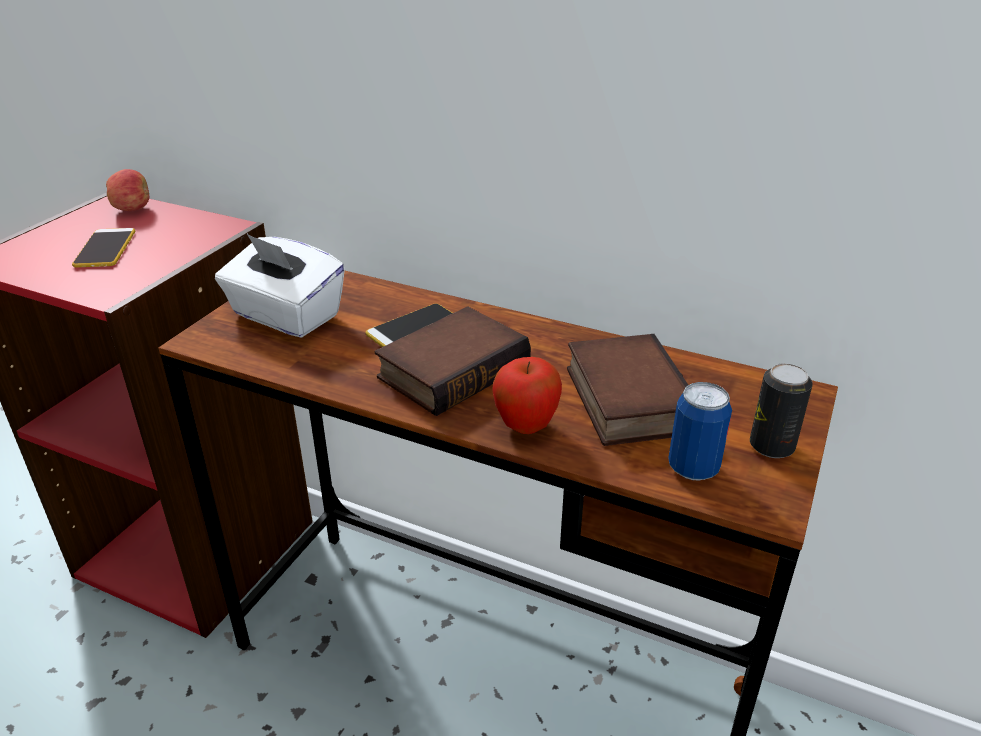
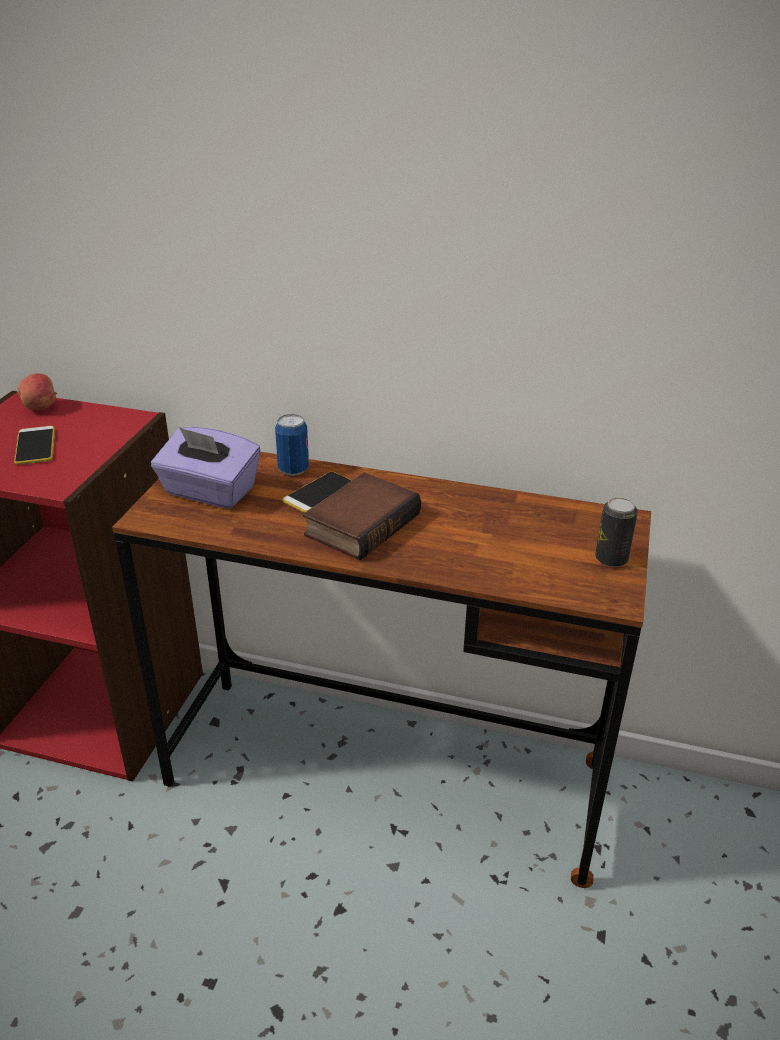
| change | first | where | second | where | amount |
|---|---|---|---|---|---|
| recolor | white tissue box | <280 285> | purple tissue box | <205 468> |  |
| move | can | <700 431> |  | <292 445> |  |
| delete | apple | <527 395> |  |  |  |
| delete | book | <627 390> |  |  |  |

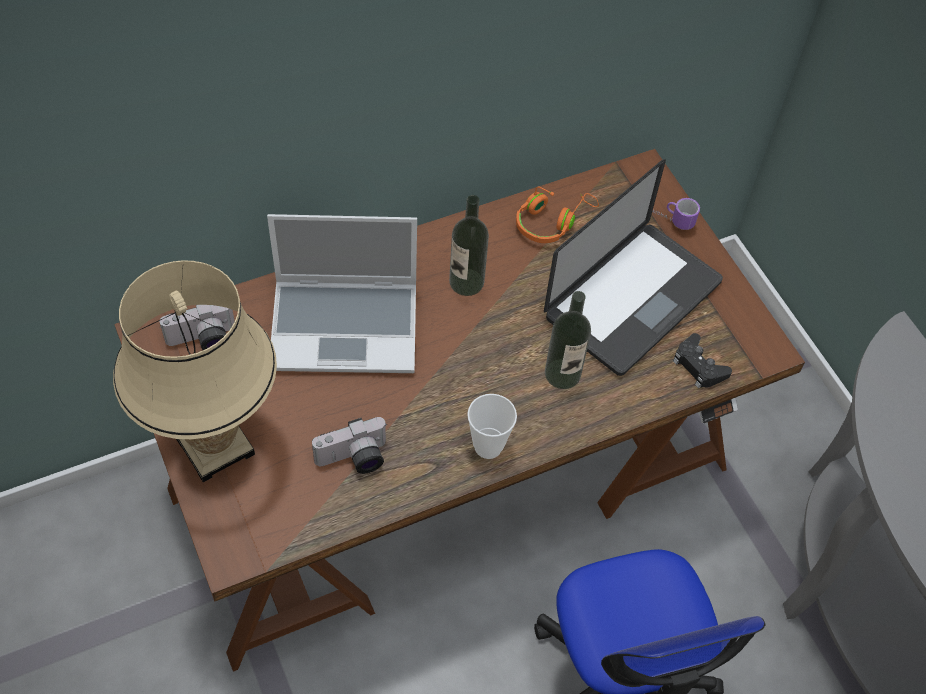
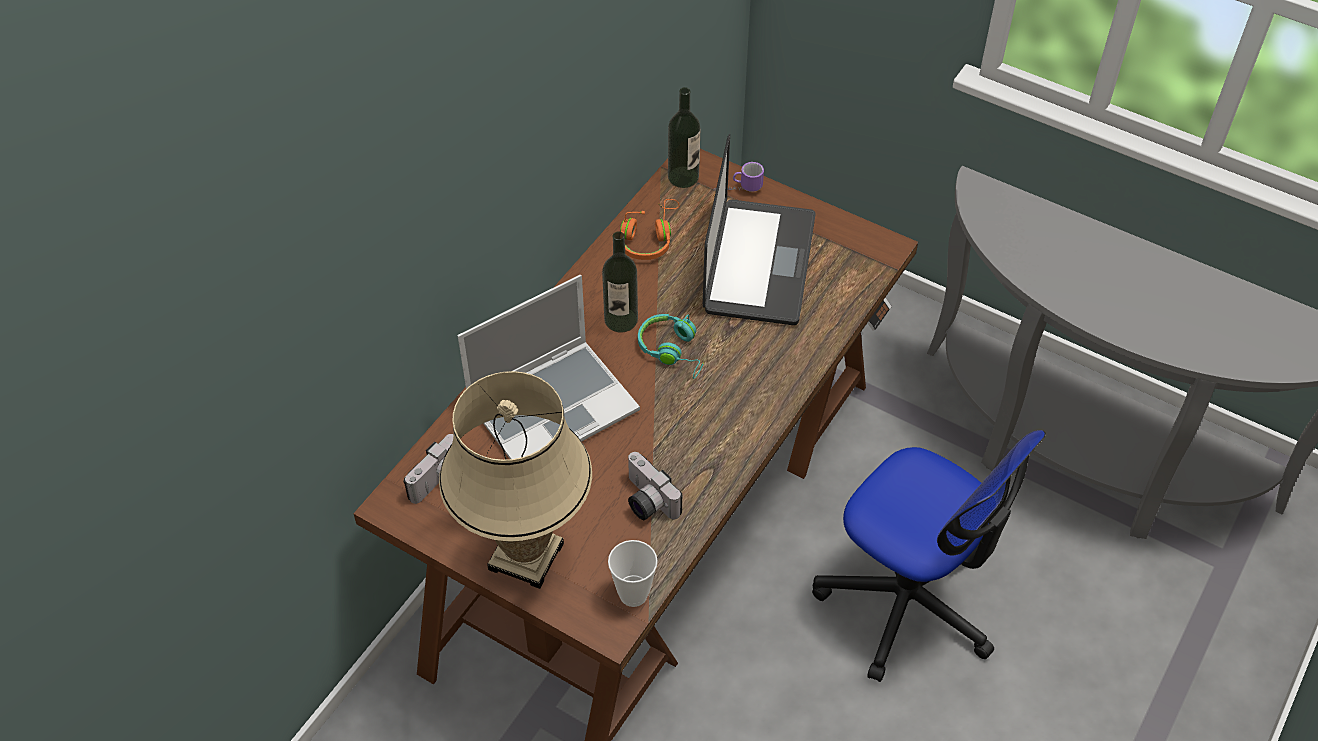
| change | first | where | second | where | amount |
|---|---|---|---|---|---|
| move | cup | <492 426> |  | <633 573> |  |
| rotate | photo camera | <350 445> |  | <654 486> | 105 degrees clockwise |
| insert |  |  | turquoise headphones | <671 346> |  |
| move | bottle | <568 340> |  | <684 137> |  |
| delete | black game controller | <702 361> |  |  |  |

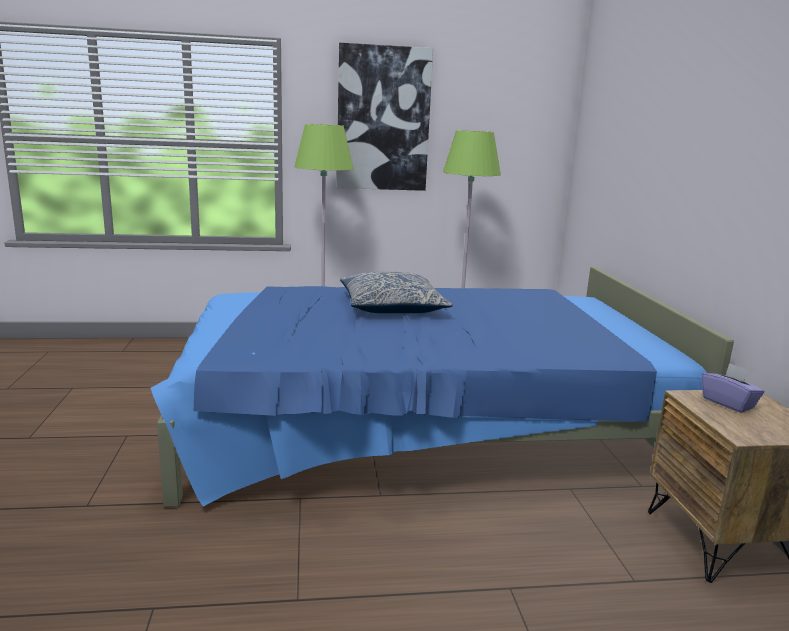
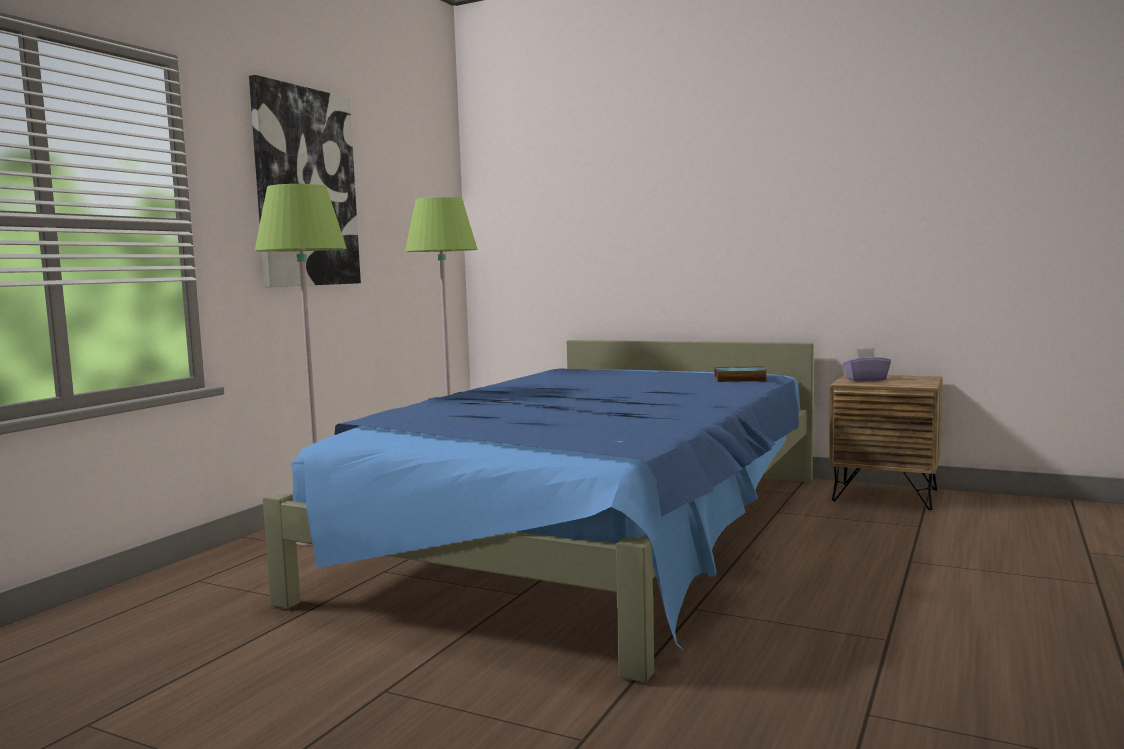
| change | first | where | second | where | amount |
|---|---|---|---|---|---|
| insert |  |  | book | <741 374> |  |
| delete | pillow | <396 292> |  |  |  |

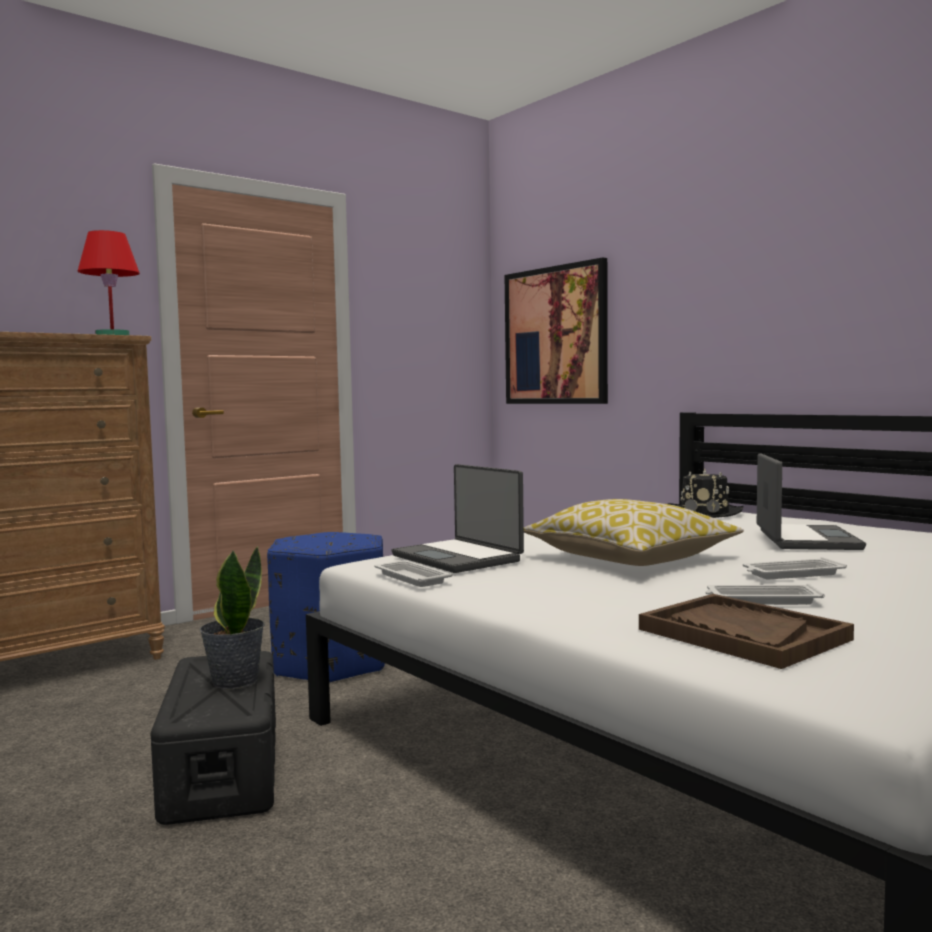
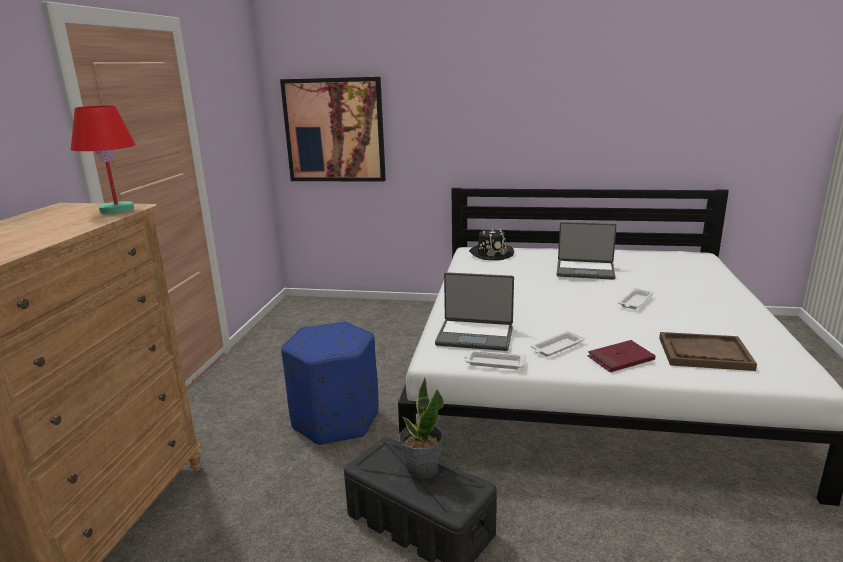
| change | first | where | second | where | amount |
|---|---|---|---|---|---|
| move | white tray | <765 594> |  | <558 343> |  |
| rotate | laptop | <811 501> |  | <586 251> | 135 degrees clockwise |
| insert |  |  | red book | <621 356> |  |
| delete | pillow | <634 532> |  |  |  |

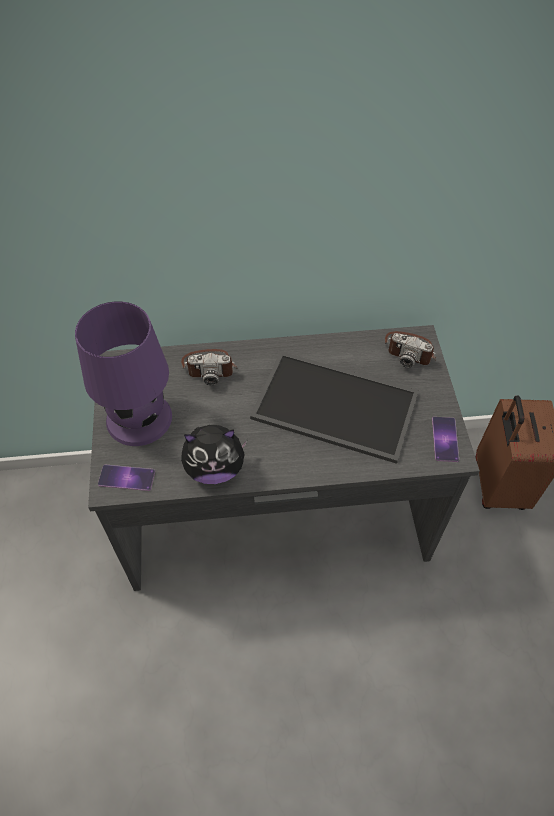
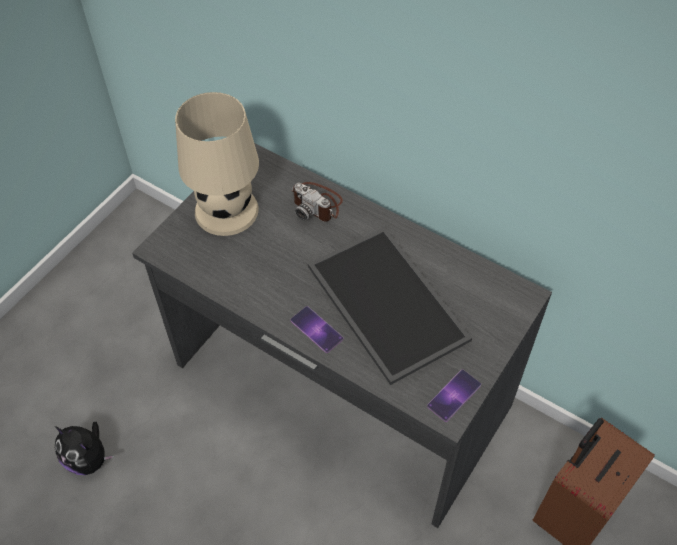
| change | first | where | second | where | amount |
|---|---|---|---|---|---|
| move | plush toy | <214 454> |  | <84 448> |  |
| recolor | purple table lamp | <123 373> | beige table lamp | <217 164> |  |
| move | phone | <126 477> |  | <317 329> |  |
| delete | photo camera | <410 349> |  |  |  |

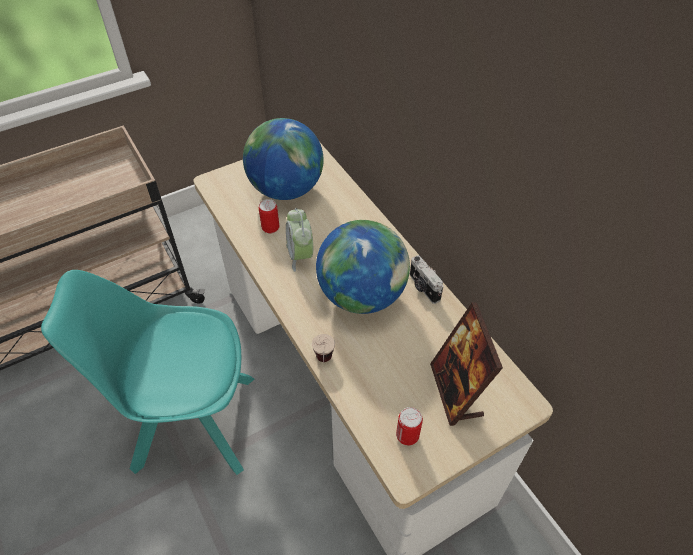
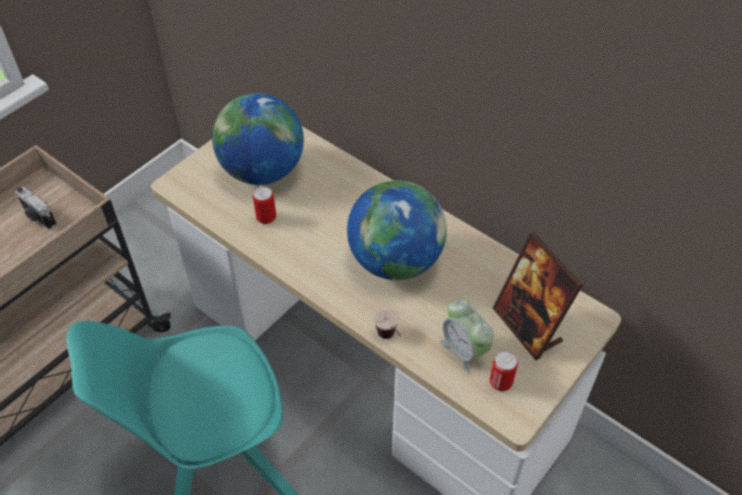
| change | first | where | second | where | amount |
|---|---|---|---|---|---|
| move | photo camera | <426 279> |  | <36 207> |  |
| move | alarm clock | <299 240> |  | <467 337> |  |

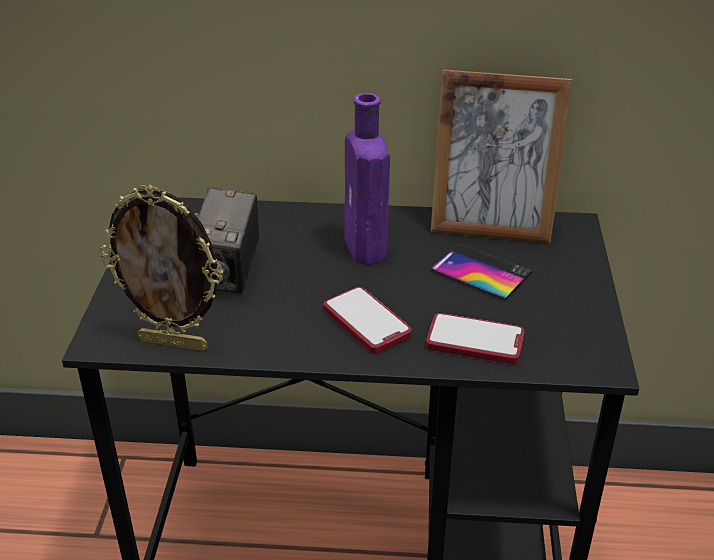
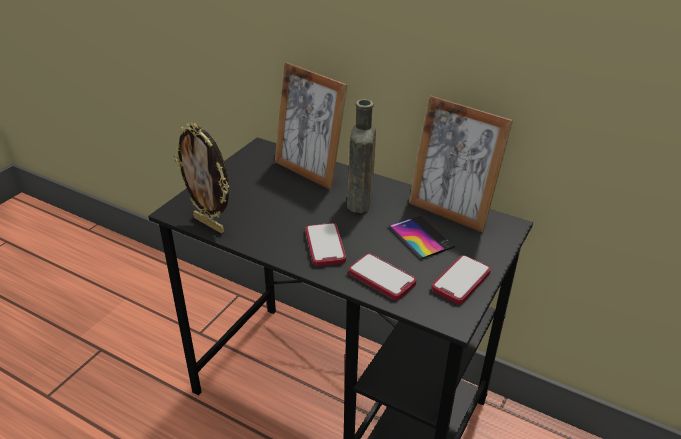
| change | first | where | second | where | amount |
|---|---|---|---|---|---|
| insert |  |  | picture frame | <311 125> |  |
| recolor | purple bottle | <367 179> | brown bottle | <361 156> |  |
| insert |  |  | phone | <461 279> |  |
| delete | photo camera | <226 240> |  |  |  |

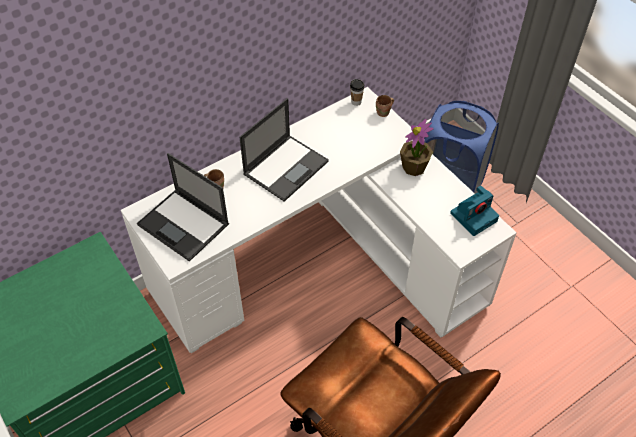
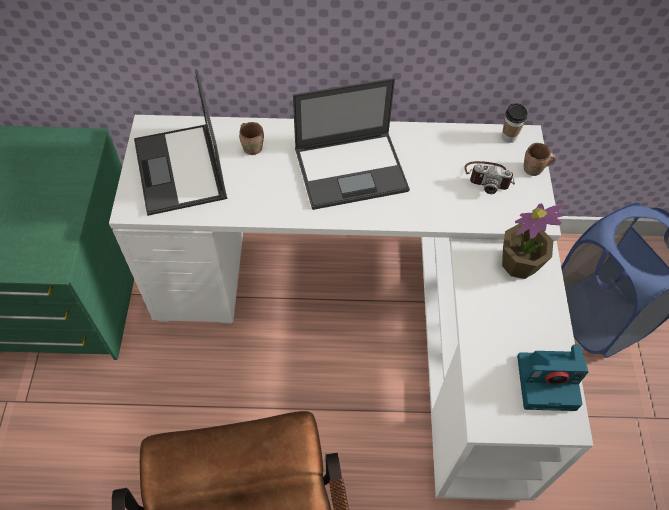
| change | first | where | second | where | amount |
|---|---|---|---|---|---|
| insert |  |  | photo camera | <489 177> |  |

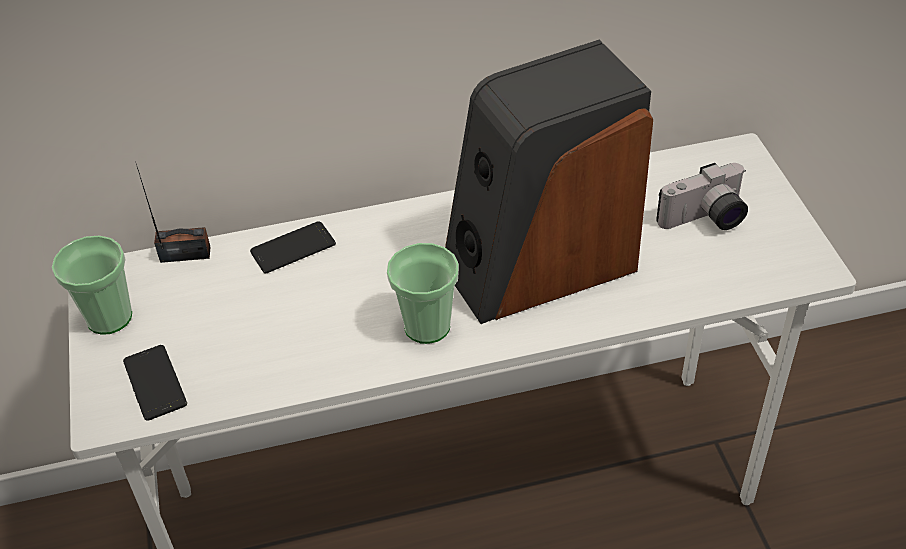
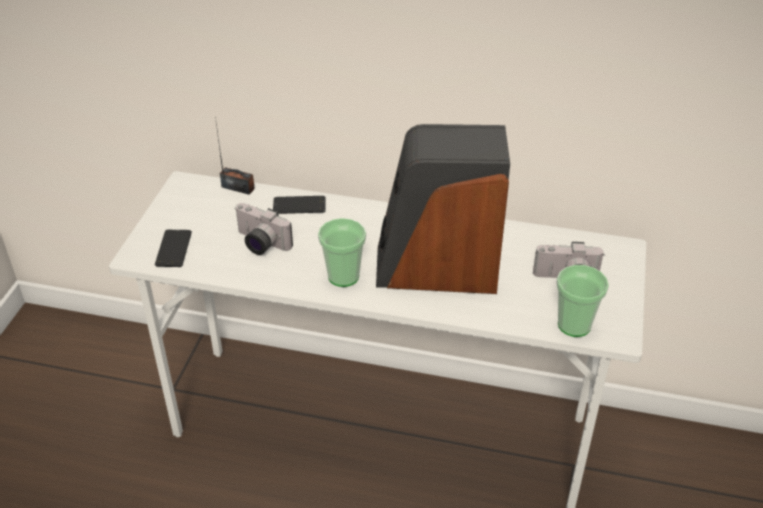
| change | first | where | second | where | amount |
|---|---|---|---|---|---|
| insert |  |  | photo camera | <264 229> |  |
| move | cup | <92 285> |  | <582 301> |  |

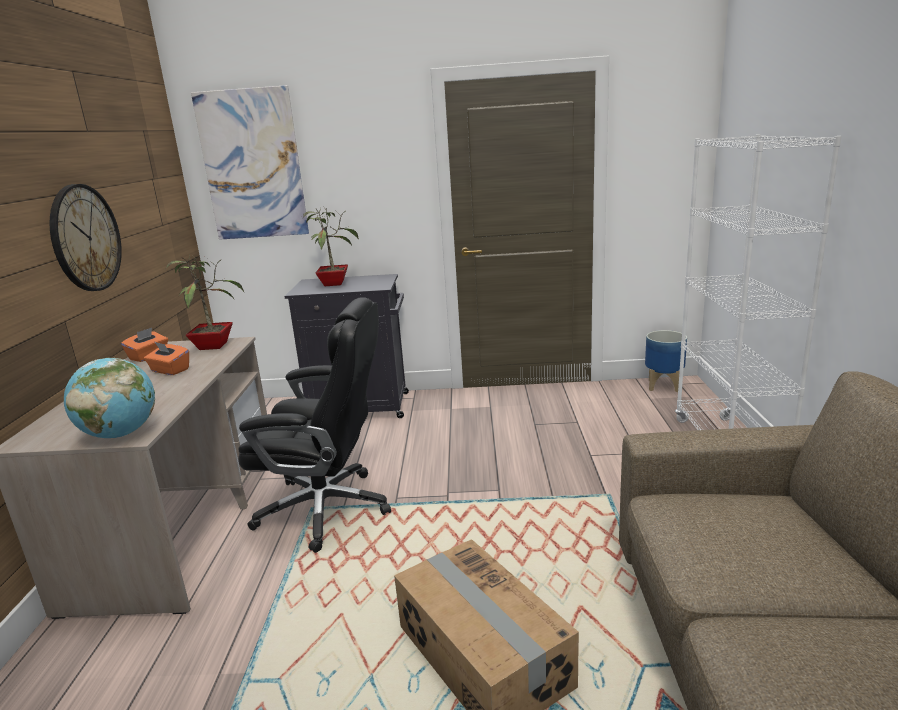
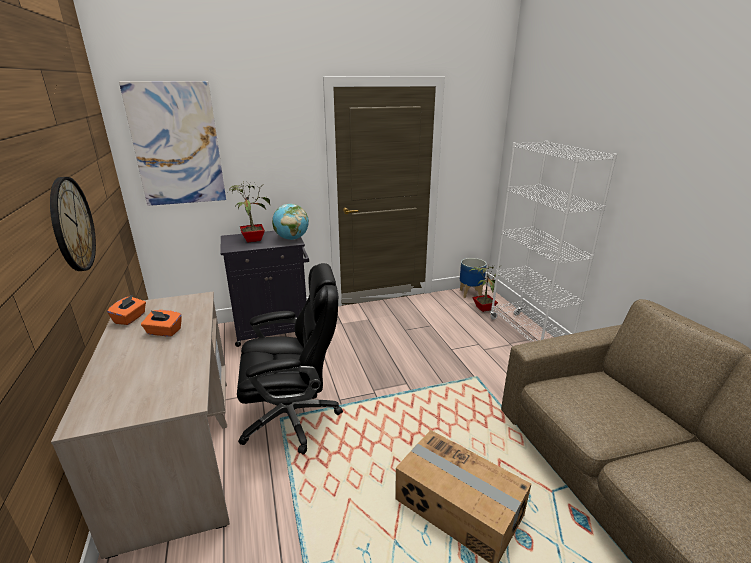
| change | first | where | second | where | amount |
|---|---|---|---|---|---|
| move | globe | <109 398> |  | <290 222> |  |
| move | potted plant | <204 302> |  | <484 288> |  |

